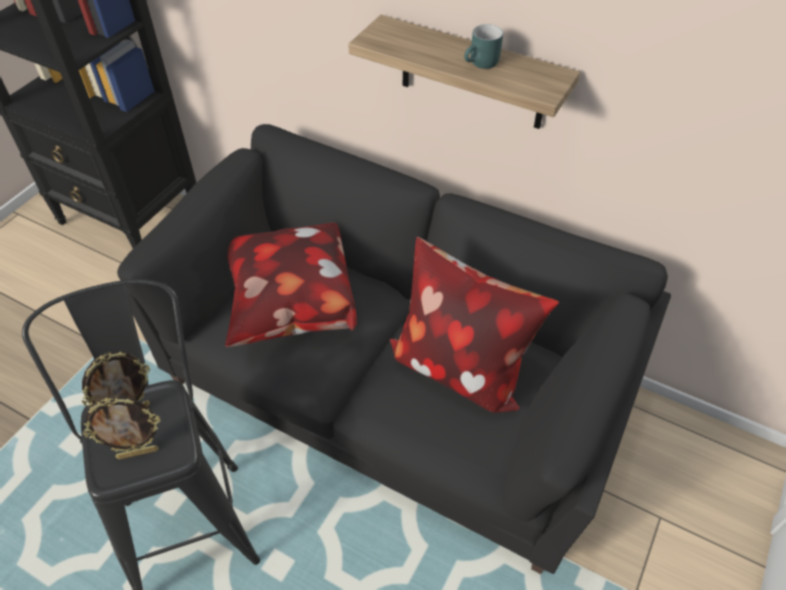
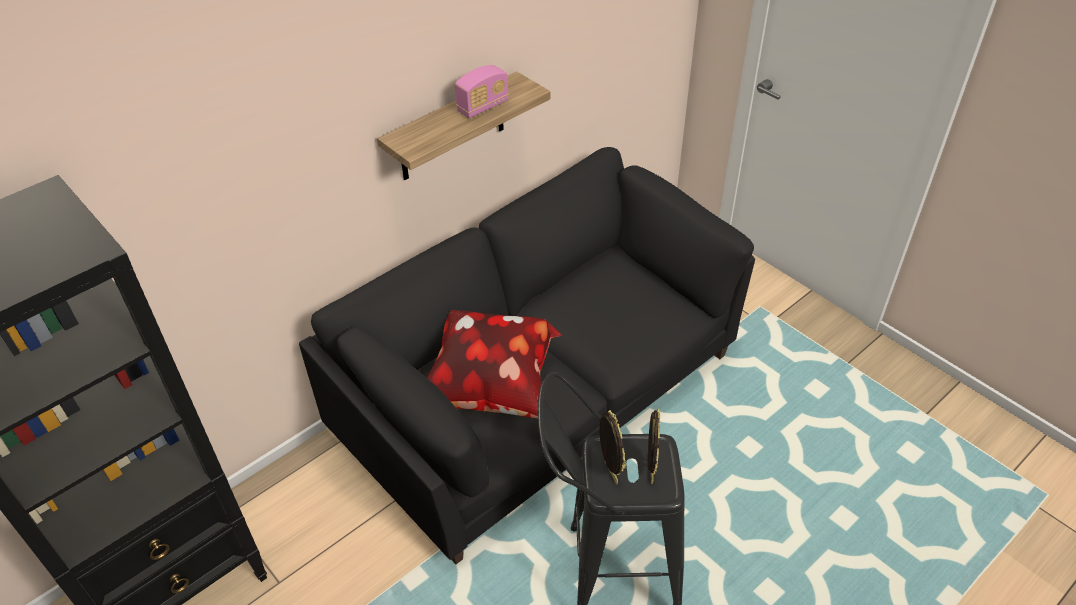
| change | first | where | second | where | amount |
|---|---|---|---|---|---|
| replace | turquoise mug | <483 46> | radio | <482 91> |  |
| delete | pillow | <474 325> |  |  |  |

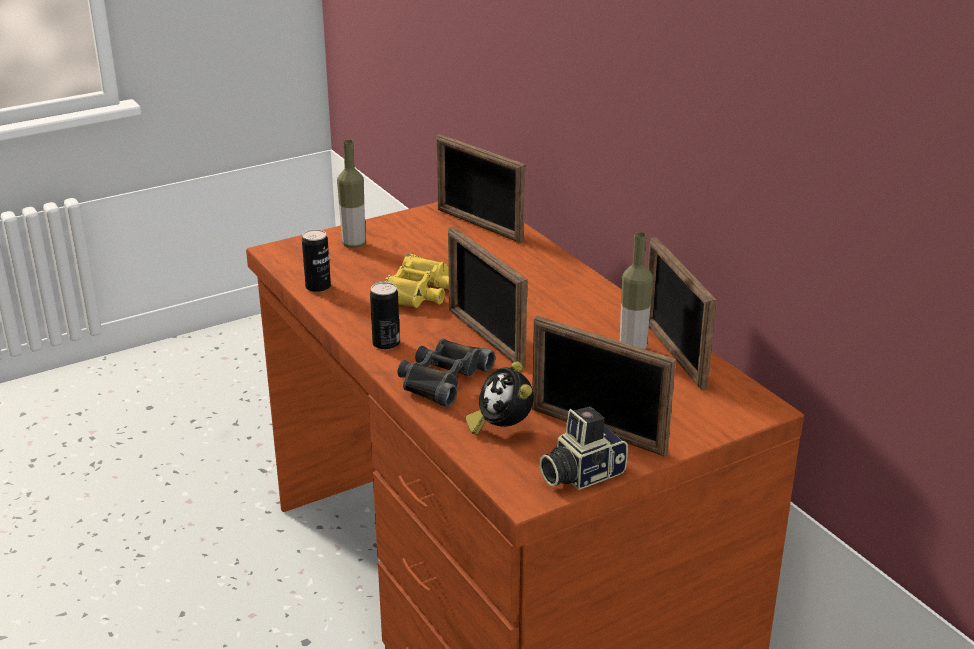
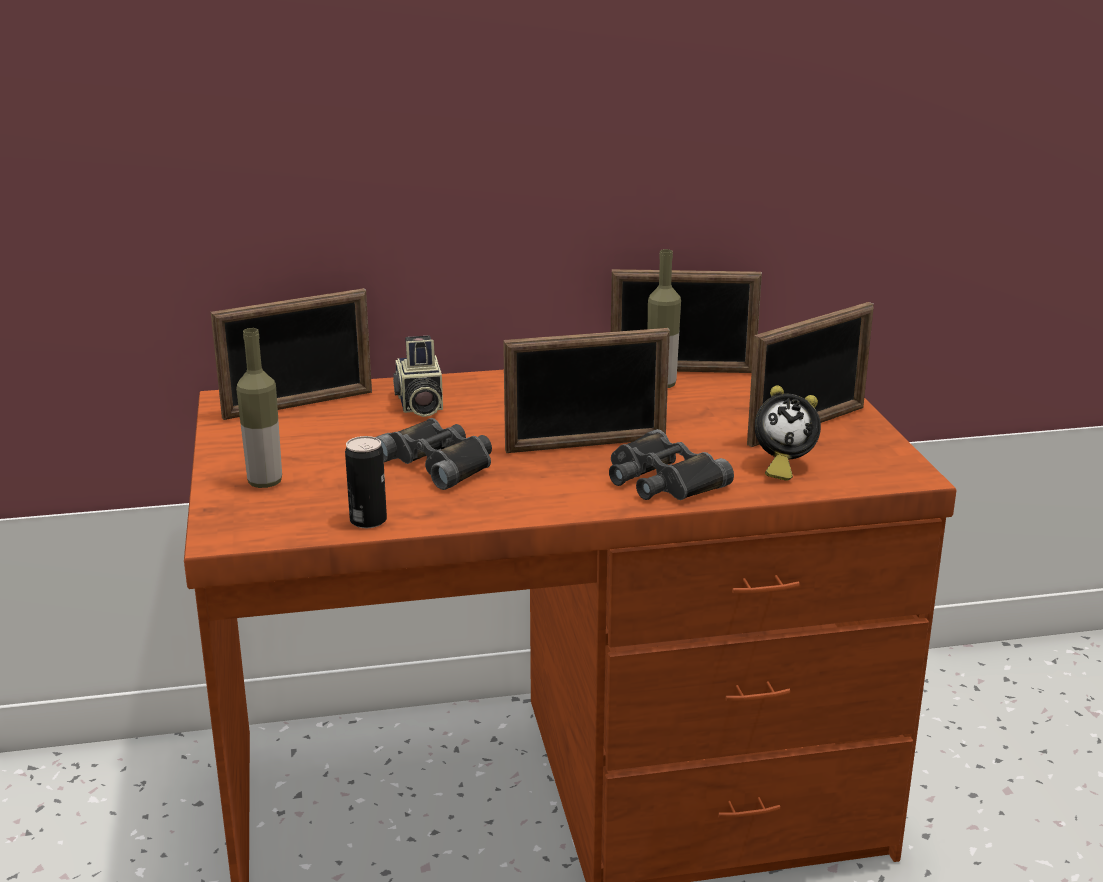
| change | first | where | second | where | amount |
|---|---|---|---|---|---|
| recolor | yellow binoculars | <412 281> | black binoculars | <434 454> |  |
| move | photo camera | <583 448> |  | <418 376> |  |
| delete | can | <385 316> |  |  |  |

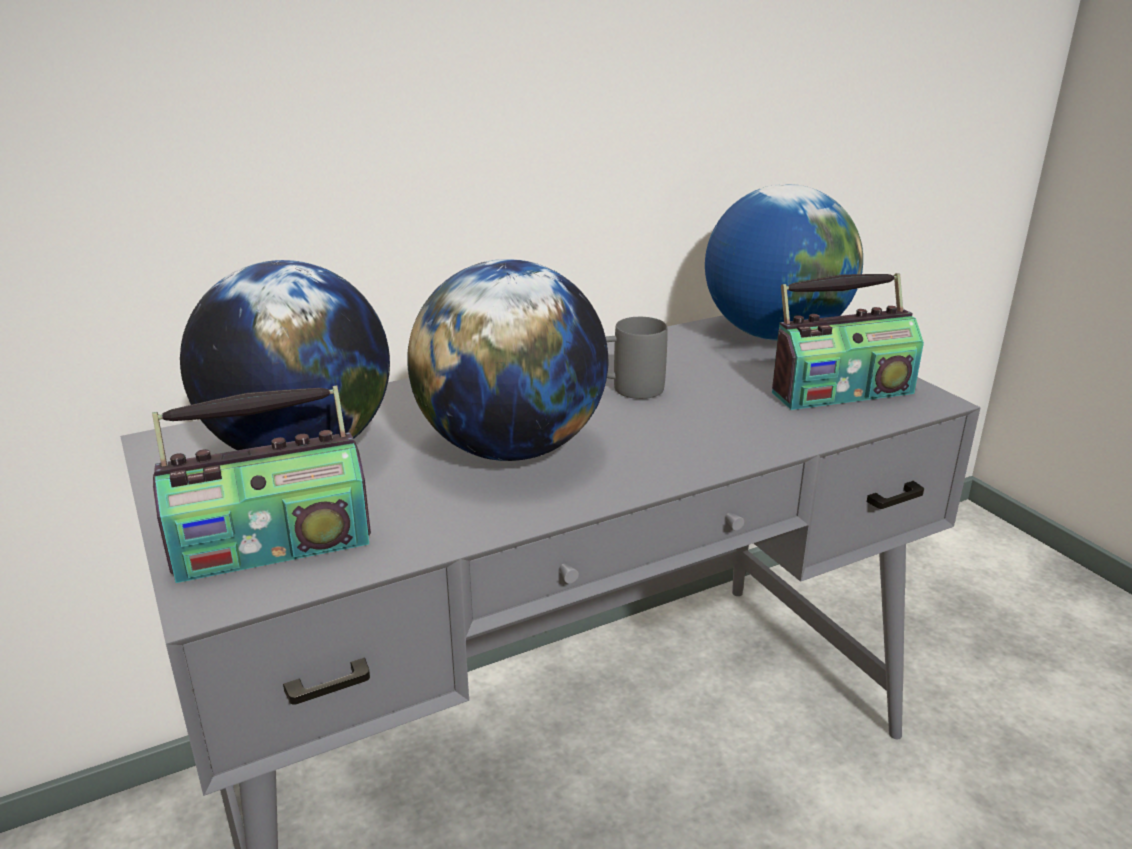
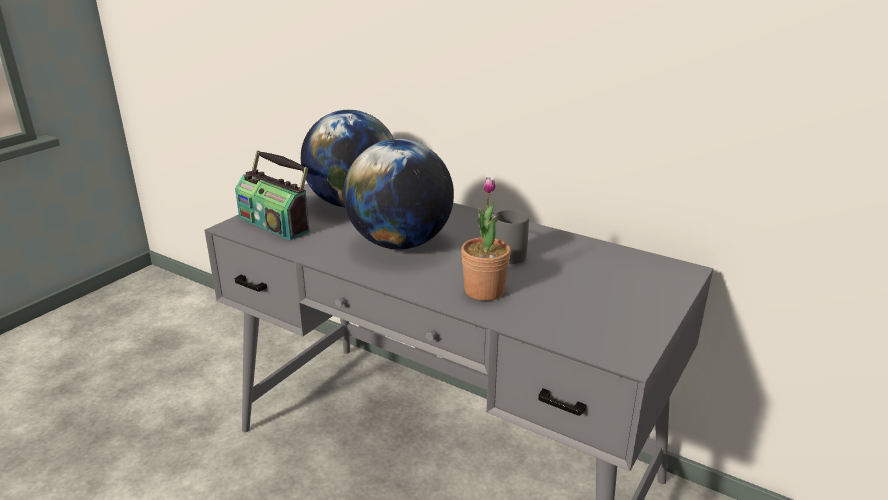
| change | first | where | second | where | amount |
|---|---|---|---|---|---|
| insert |  |  | potted plant | <486 239> |  |
| delete | globe | <784 262> |  |  |  |
| delete | radio | <848 341> |  |  |  |

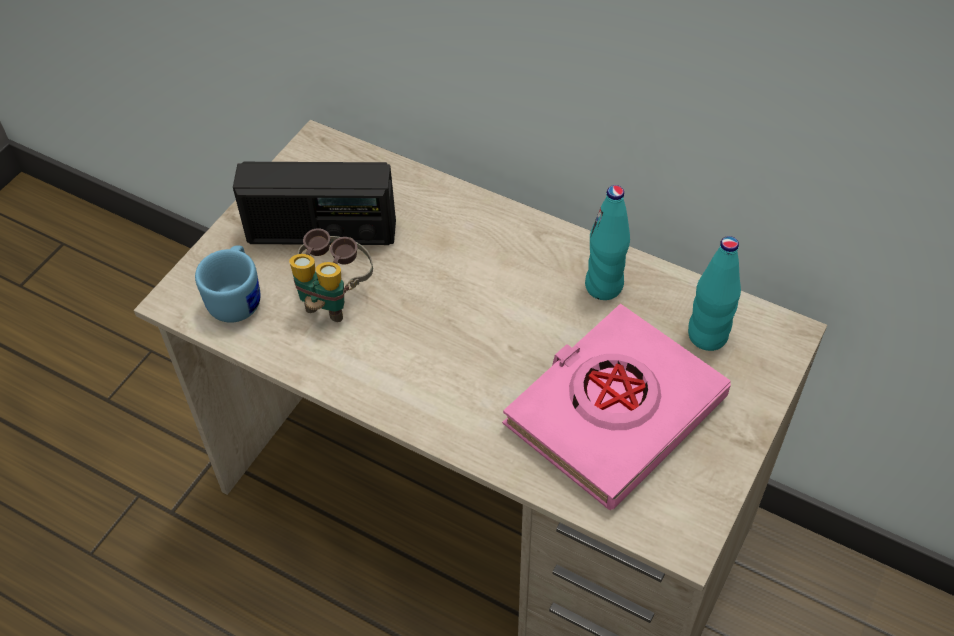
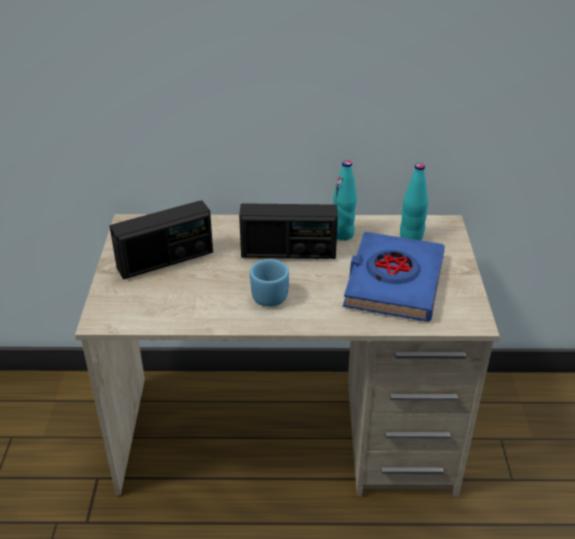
| change | first | where | second | where | amount |
|---|---|---|---|---|---|
| insert |  |  | radio | <288 231> |  |
| move | blue mug | <227 284> |  | <269 283> |  |
| recolor | pink book | <616 407> | blue book | <394 277> |  |
| delete | binoculars | <331 275> |  |  |  |

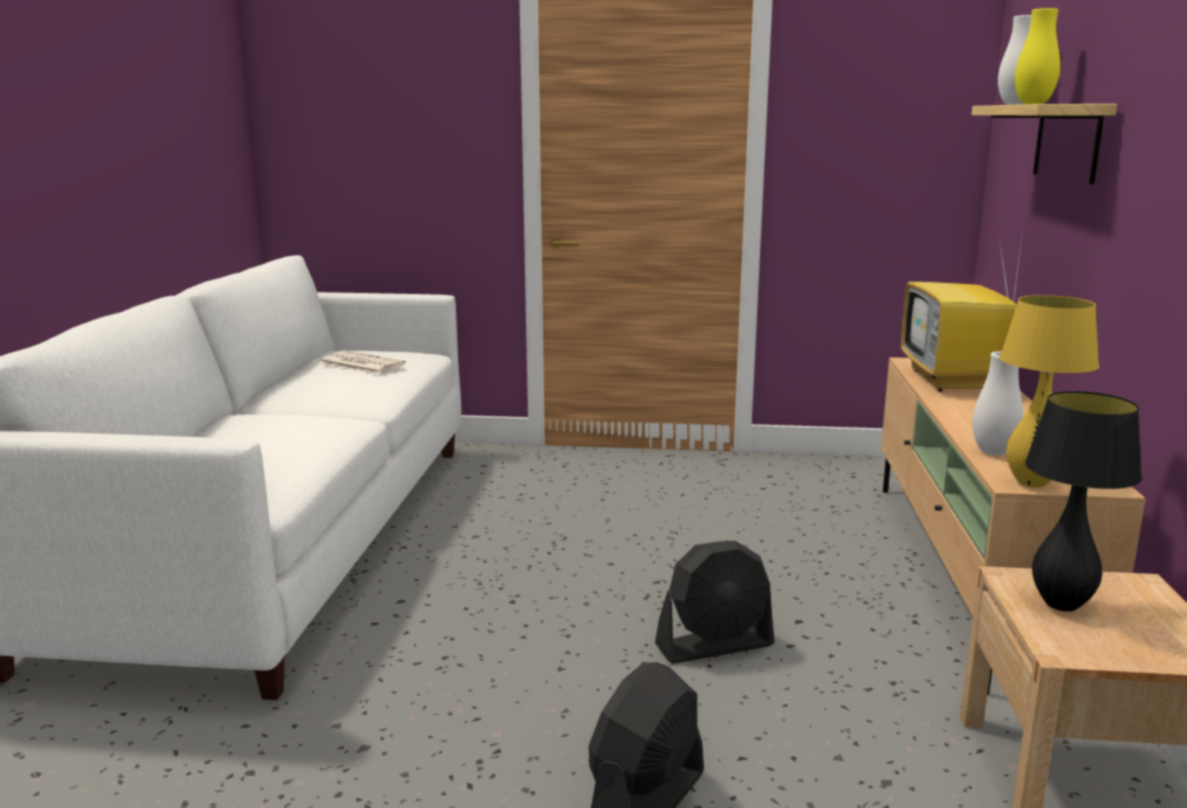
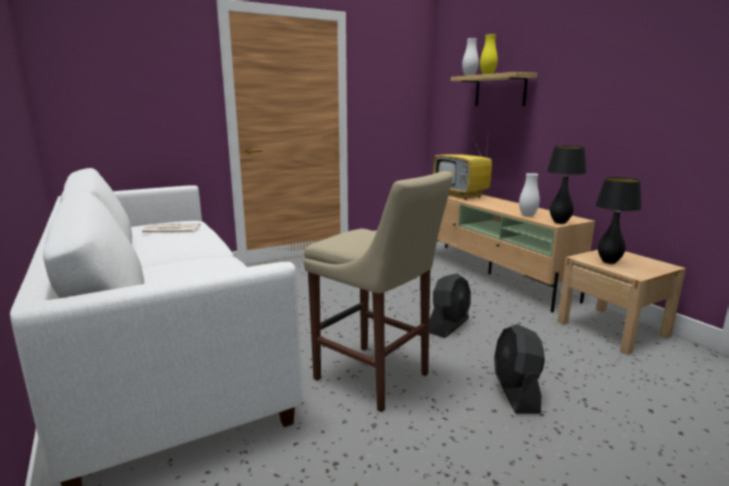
| change | first | where | second | where | amount |
|---|---|---|---|---|---|
| insert |  |  | beige stool | <378 292> |  |
| recolor | yellow table lamp | <1049 391> | black table lamp | <566 185> |  |

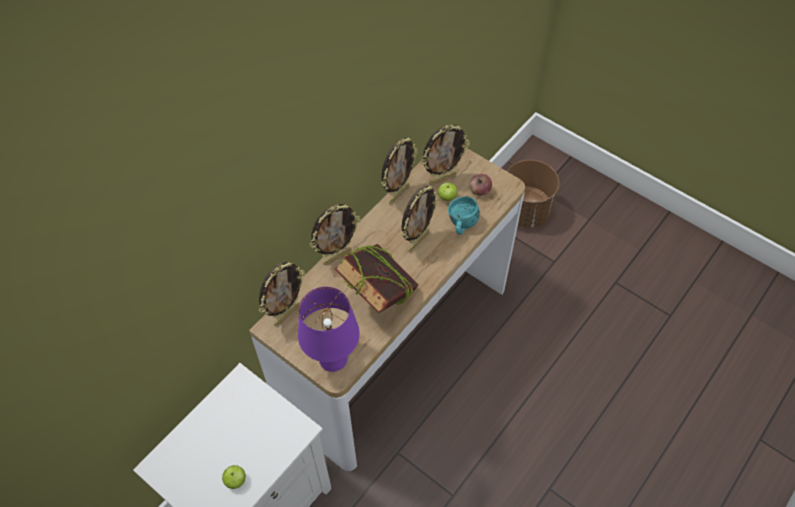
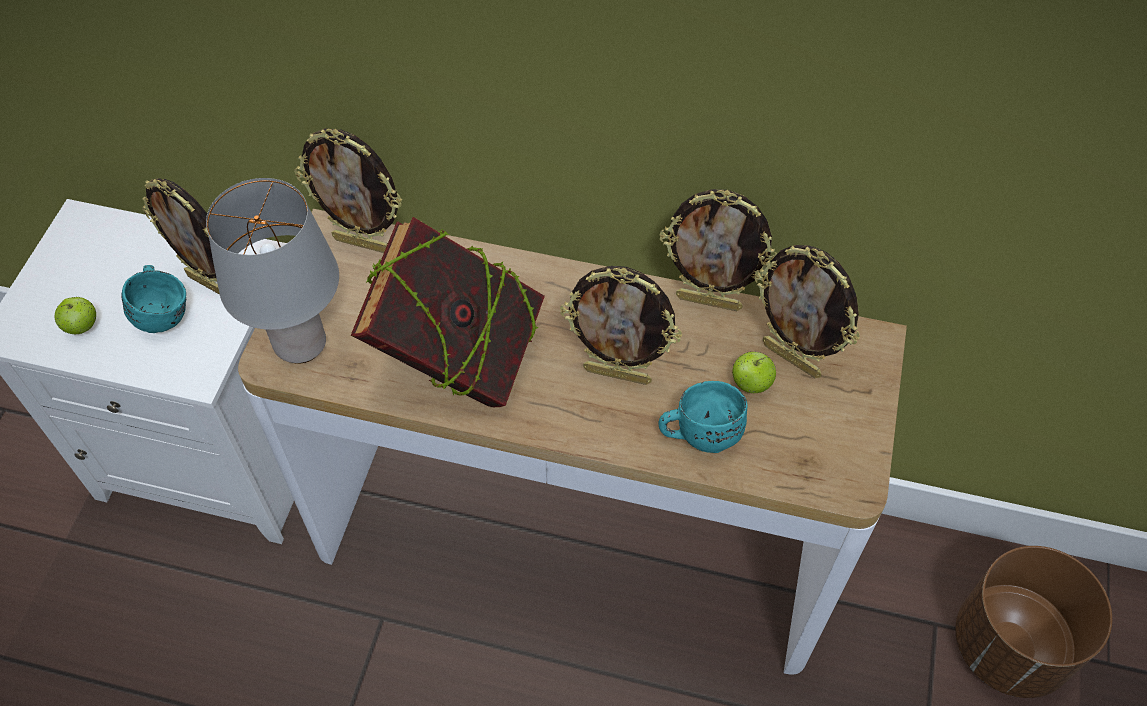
| change | first | where | second | where | amount |
|---|---|---|---|---|---|
| insert |  |  | turquoise mug | <153 299> |  |
| move | picture frame | <335 234> |  | <181 236> |  |
| recolor | purple table lamp | <329 329> | grey table lamp | <272 271> |  |
| delete | apple | <480 185> |  |  |  |

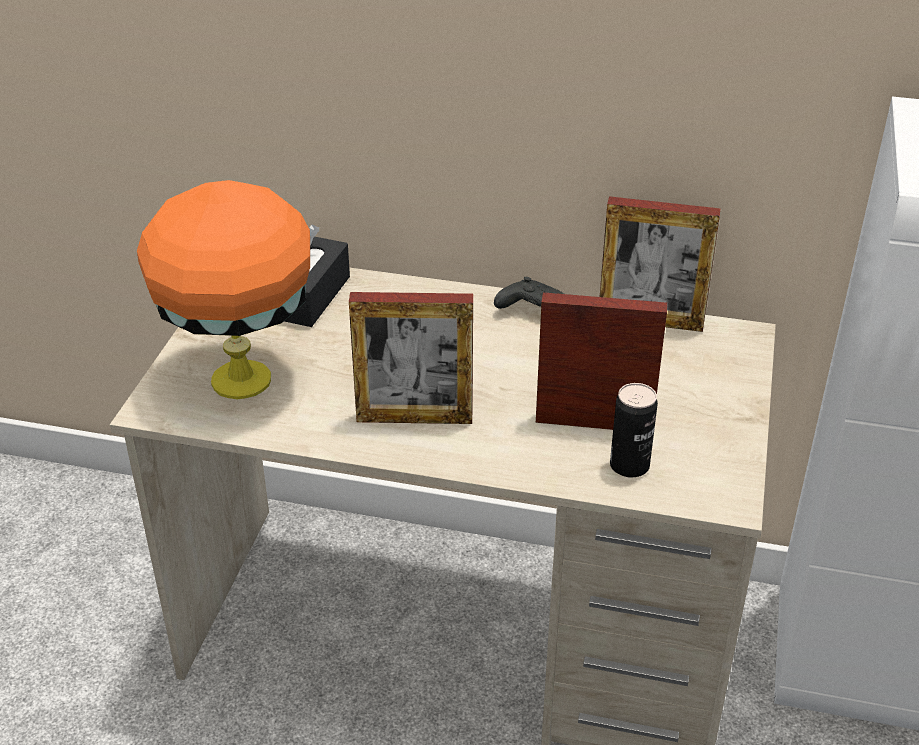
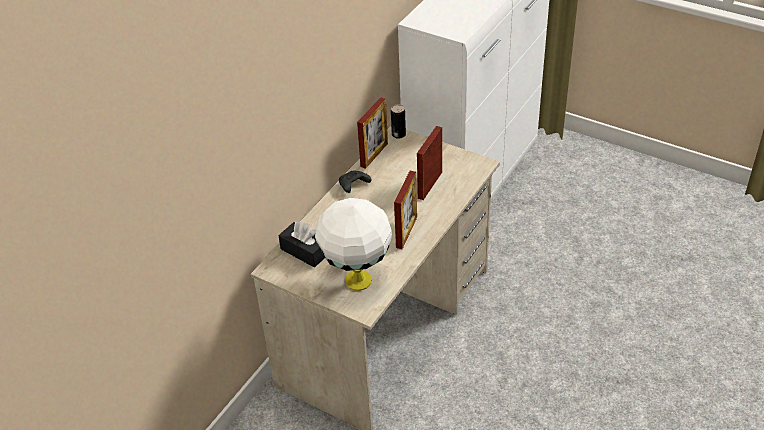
| change | first | where | second | where | amount |
|---|---|---|---|---|---|
| recolor | orange table lamp | <223 289> | white table lamp | <353 244> |  |
| move | can | <634 430> |  | <398 122> |  |

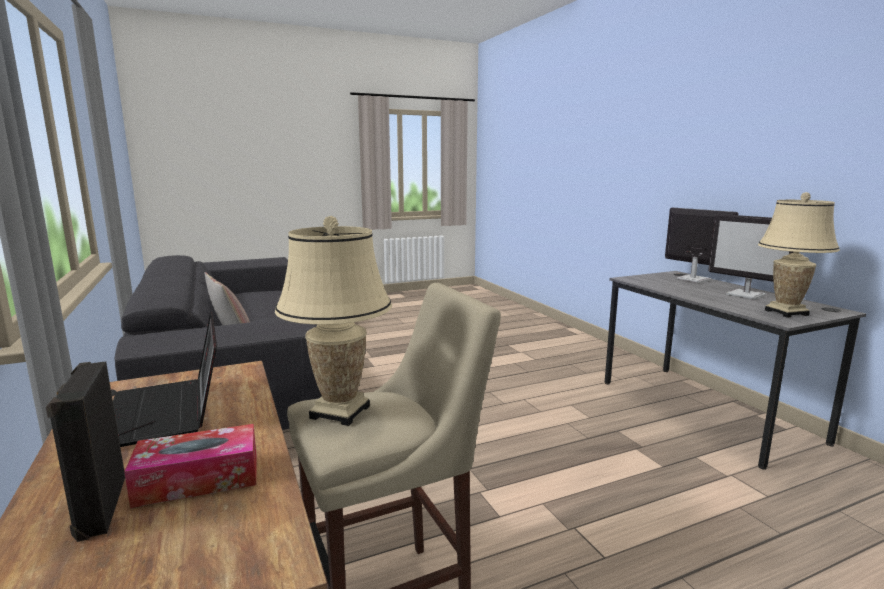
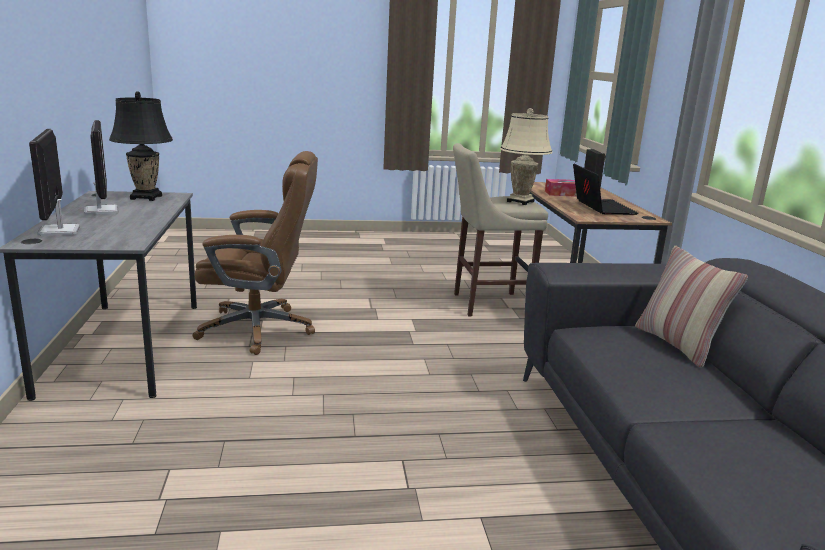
| change | first | where | second | where | amount |
|---|---|---|---|---|---|
| recolor | beige table lamp | <799 255> | black table lamp | <141 146> |  |
| insert |  |  | brown office chair | <255 253> |  |

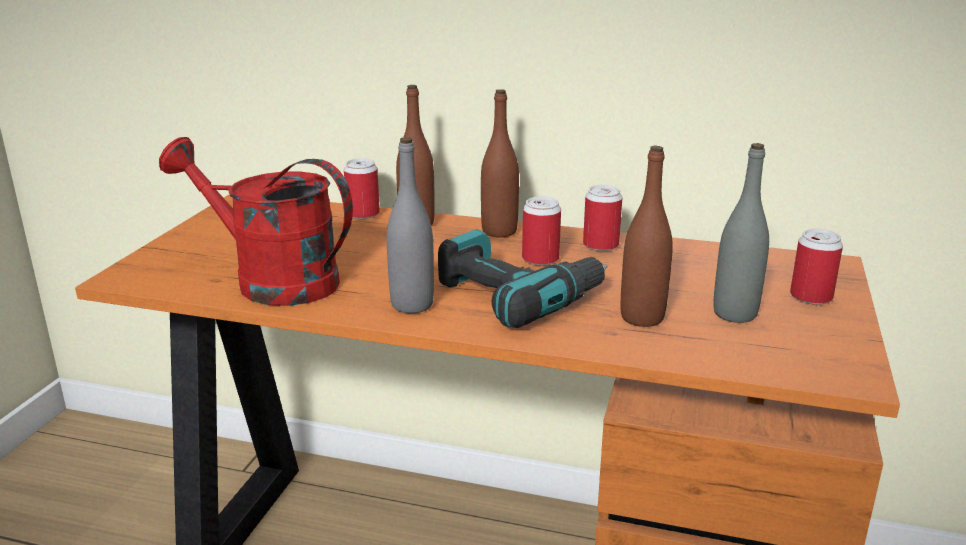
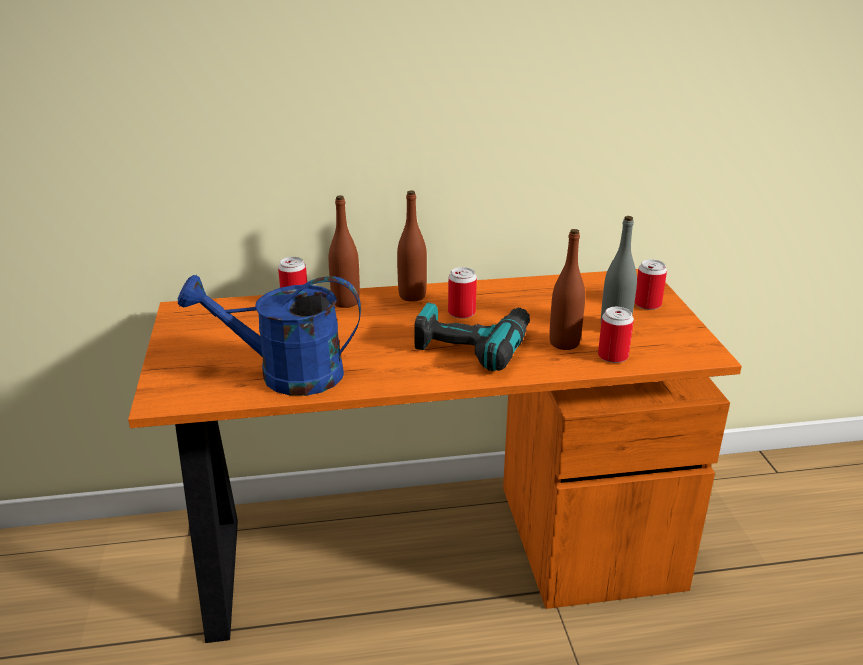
| change | first | where | second | where | amount |
|---|---|---|---|---|---|
| recolor | red watering can | <256 221> | blue watering can | <269 335> |  |
| move | can | <602 218> |  | <616 335> |  |
| delete | grey bottle | <410 225> |  |  |  |

